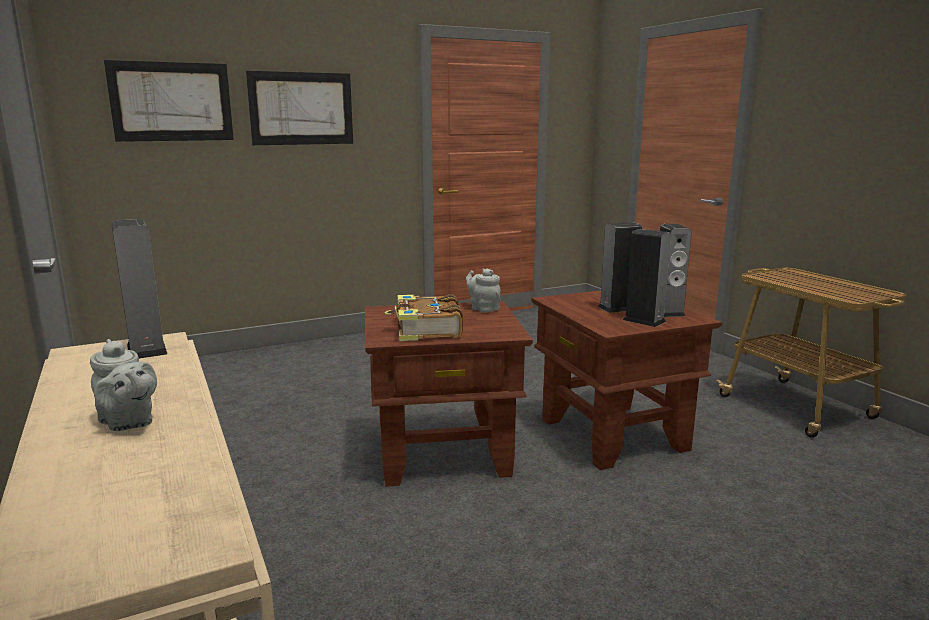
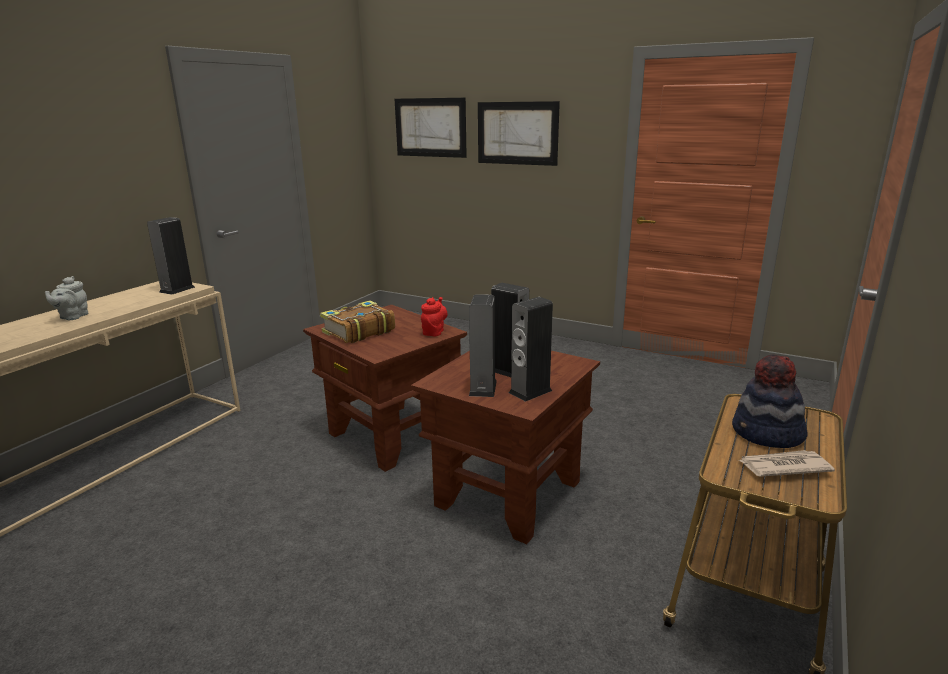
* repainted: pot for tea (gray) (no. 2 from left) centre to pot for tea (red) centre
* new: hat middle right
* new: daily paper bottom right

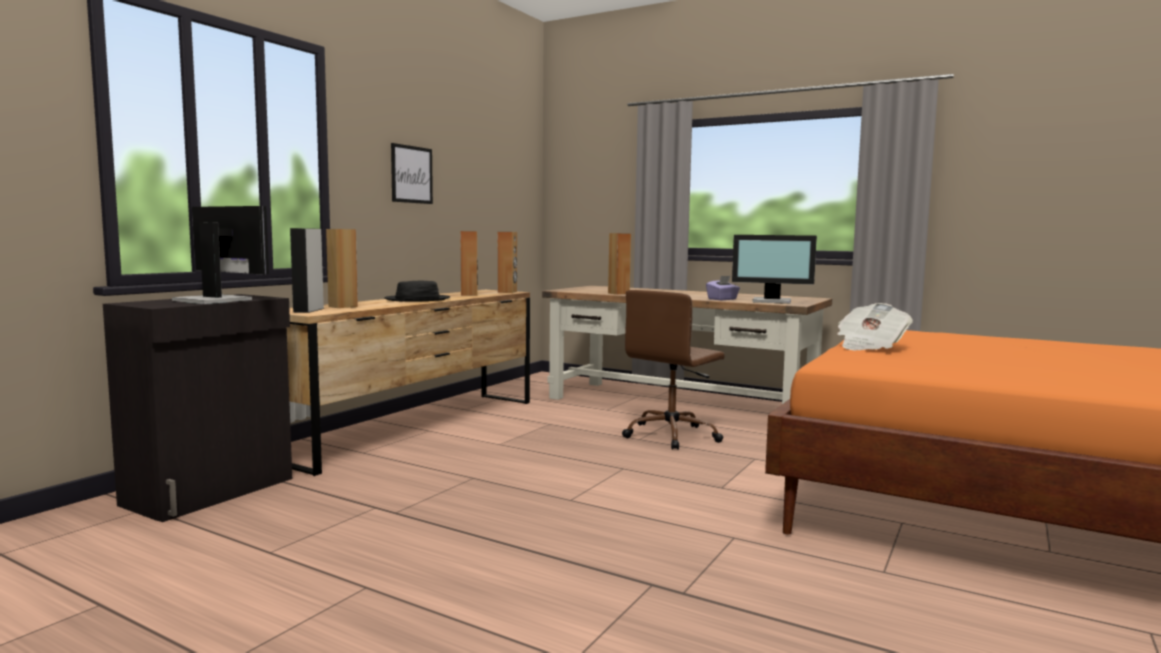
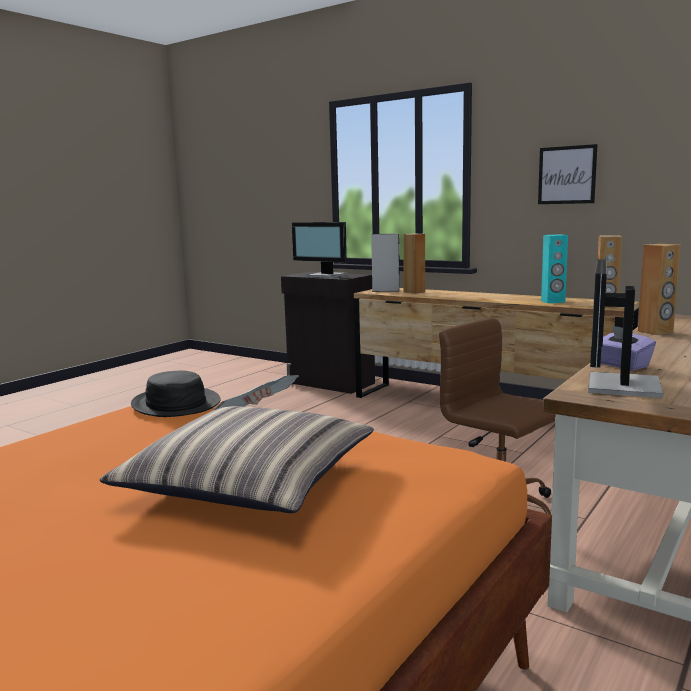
* new: cushion centre
* shifted: hat (blackish) centre to middle left
* rotated: computer display (no. 1 from left) middle left = centre 90 degrees clockwise
* repainted: loudspeaker (brownish) (no. 2 from left) centre to loudspeaker (blue-green) middle right

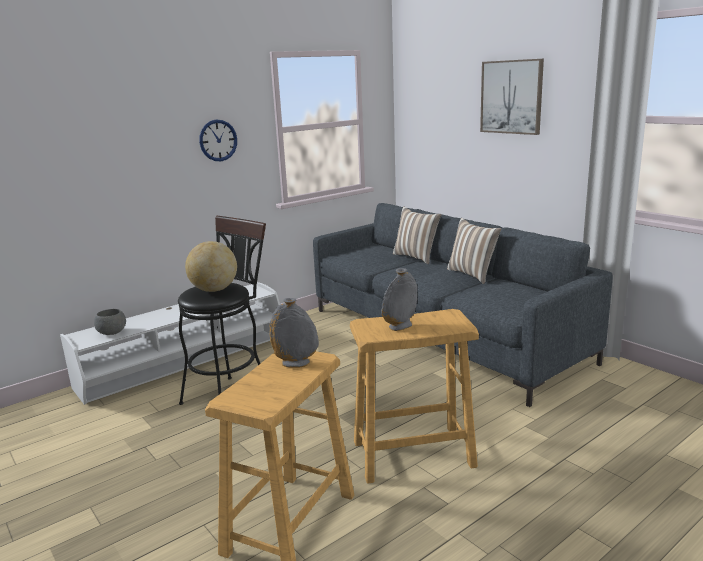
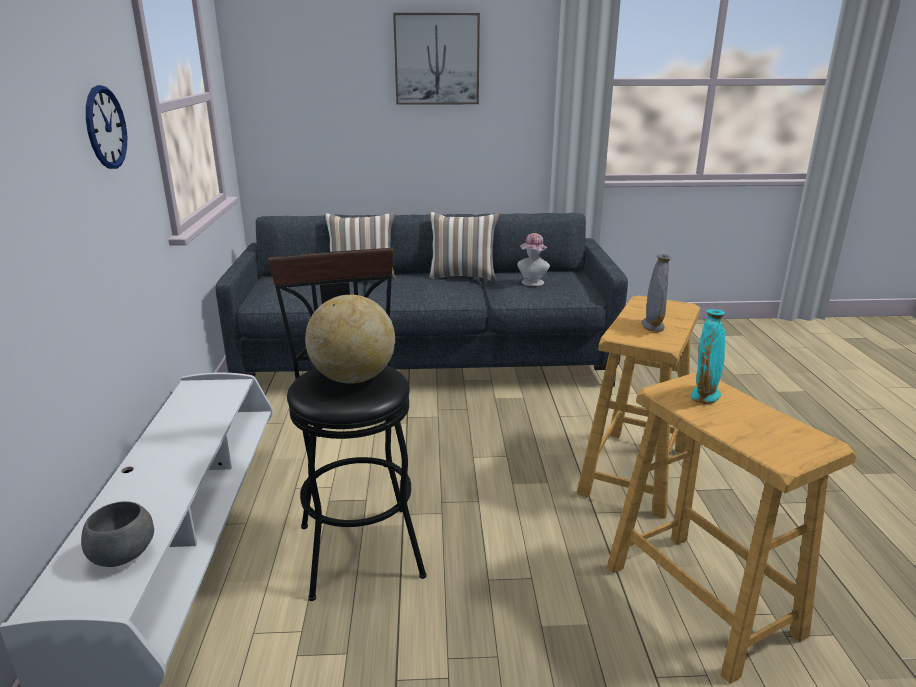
* new: hat centre
* repainted: decorative vase (gray) (no. 1 from left) centre to decorative vase (blue-green) middle right

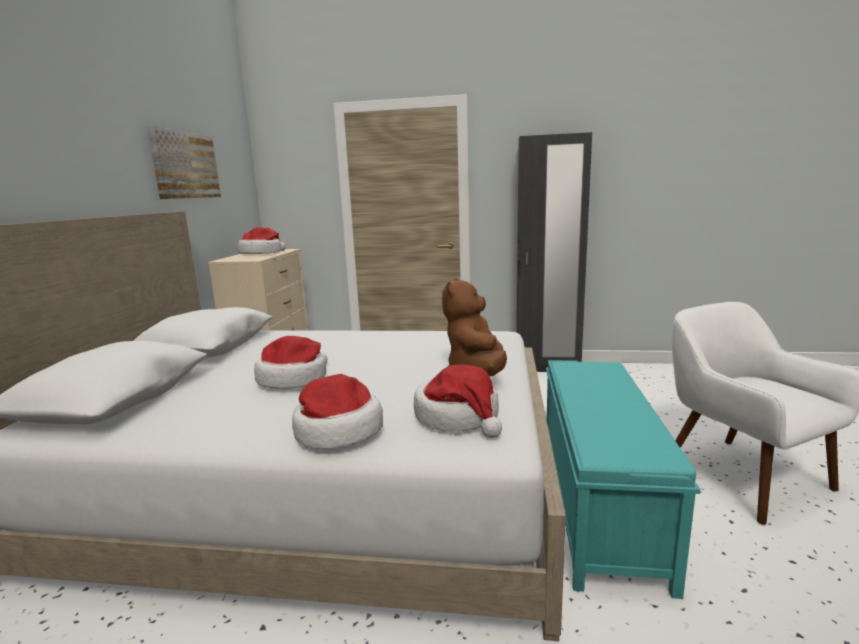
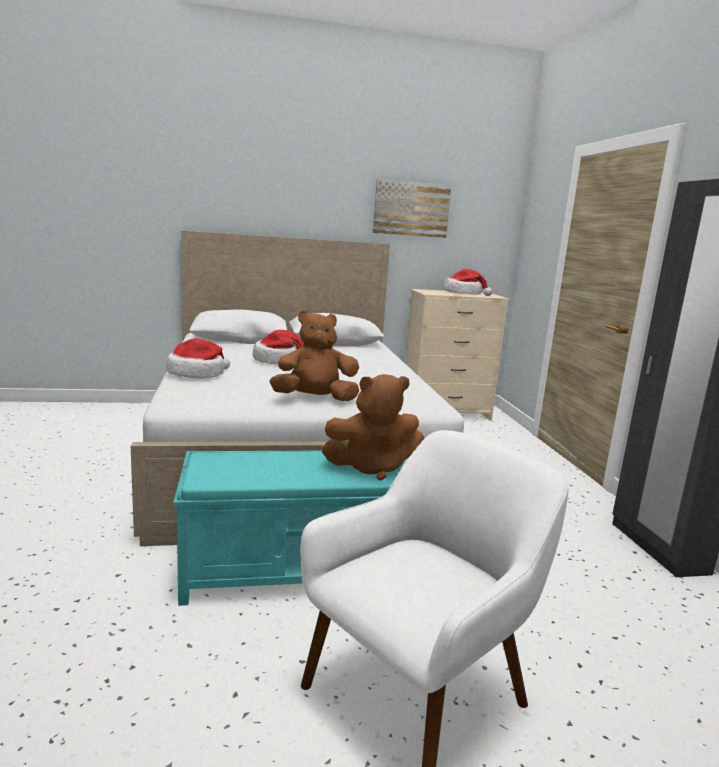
* new: plush toy (brownish) (no. 2 from left) centre
* gone: hat (no. 4 from left) centre

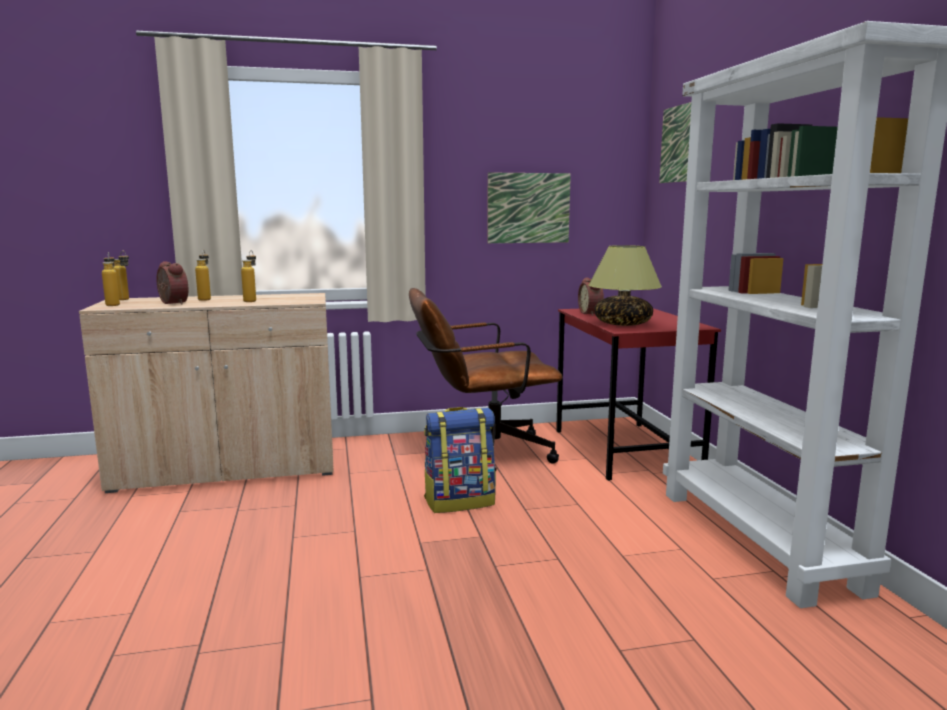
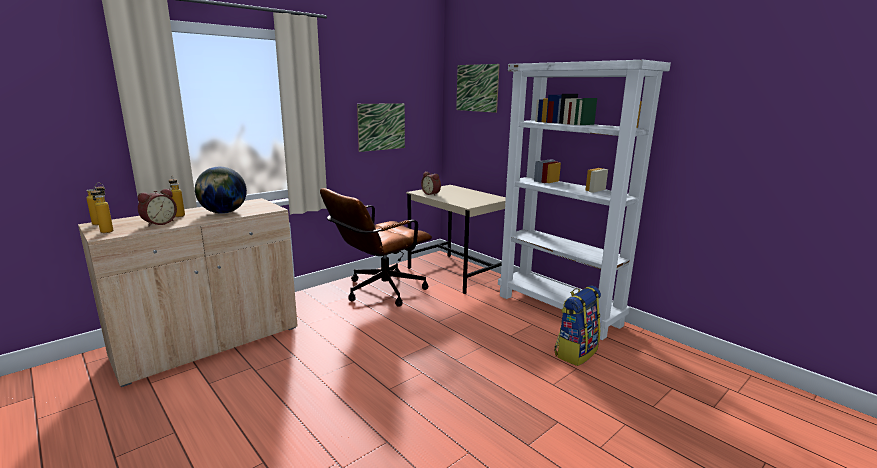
* rotated: table clock (no. 1 from left) middle left = middle left 105 degrees clockwise
* swapped: drink bottle (no. 4 from left) middle left to world globe middle left
* repainted: desk (red) middle right to desk (beige-coloured) centre
* shifted: backpack centre to bottom centre
* gone: lamp for a table centre

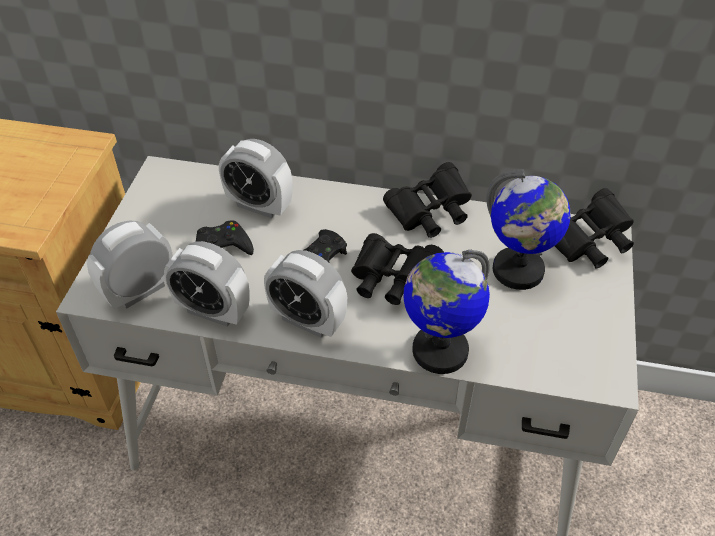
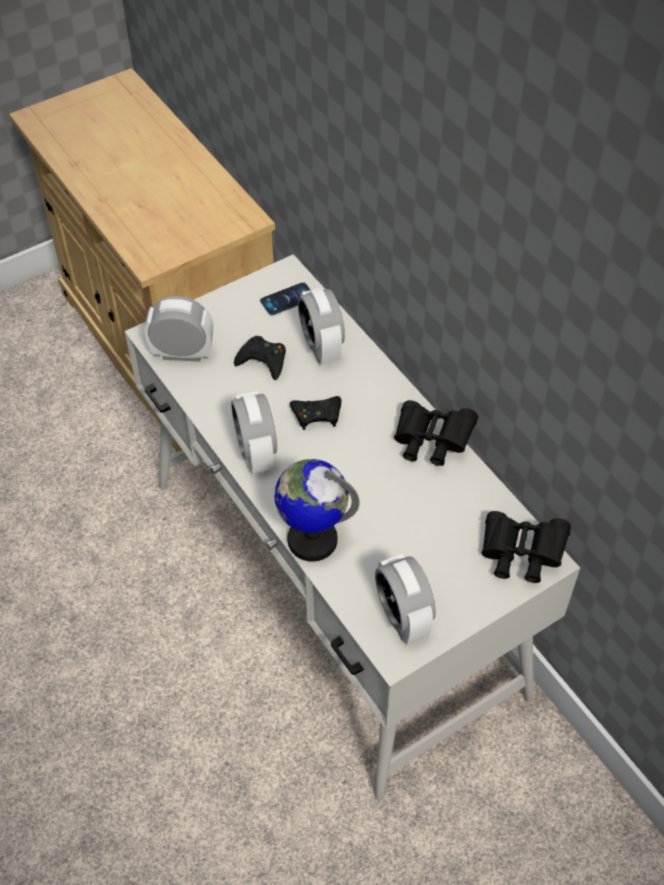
* new: phone centre
* shifted: table clock (no. 2 from left in the first image) middle left to table clock (no. 4 from left) bottom centre
* gone: field glasses (blackish) (no. 1 from left) centre
* gone: world globe (no. 2 from left) middle right

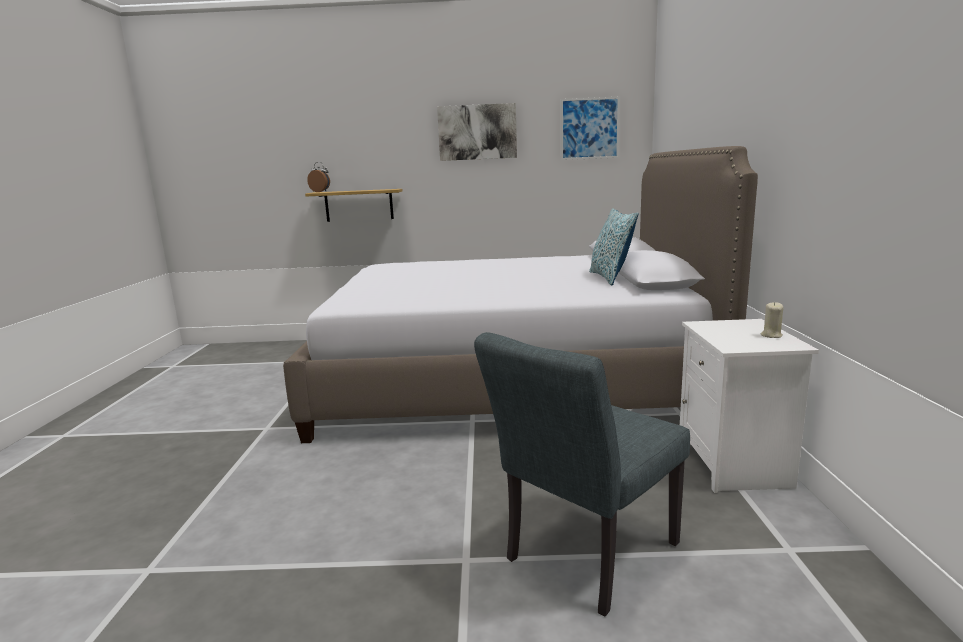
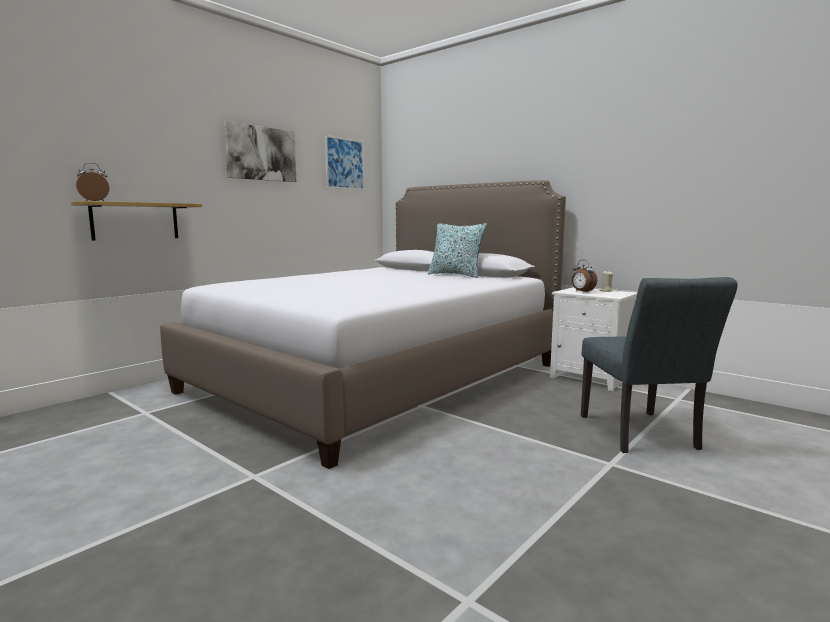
* new: table clock (no. 2 from left) middle right

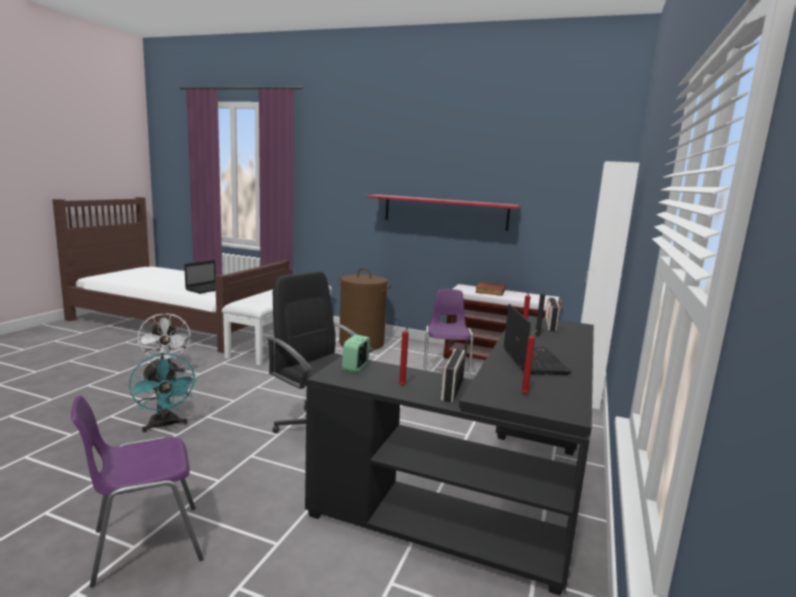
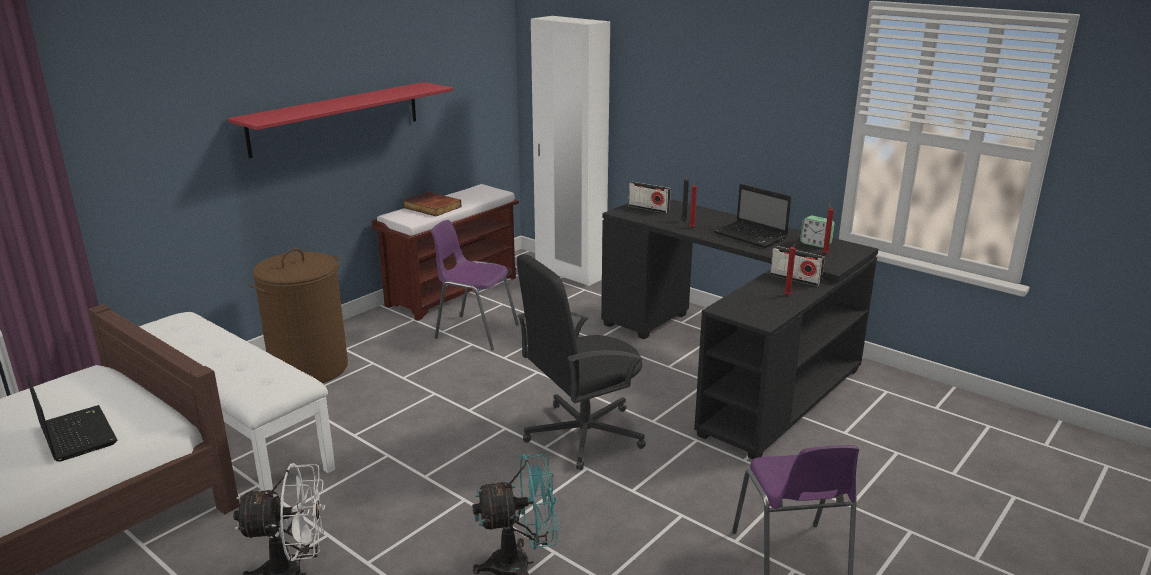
* rotated: laptop (no. 2 from left) middle right = centre 150 degrees counterclockwise
* shifted: table clock centre to middle right

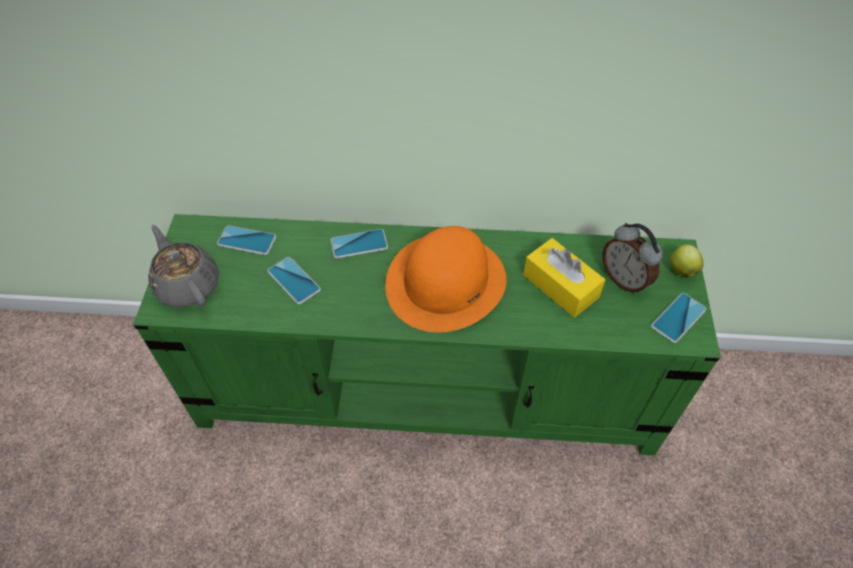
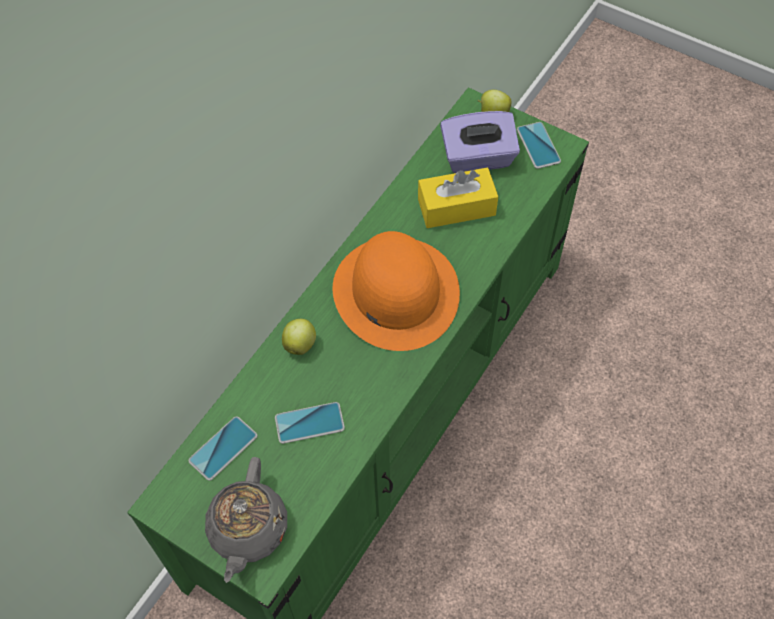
* rotated: pot for tea (gray) middle left = bottom left 75 degrees counterclockwise
* swapped: phone (no. 3 from left) centre to apple (no. 1 from left) centre
* swapped: table clock middle right to box of tissues (purplish) top centre

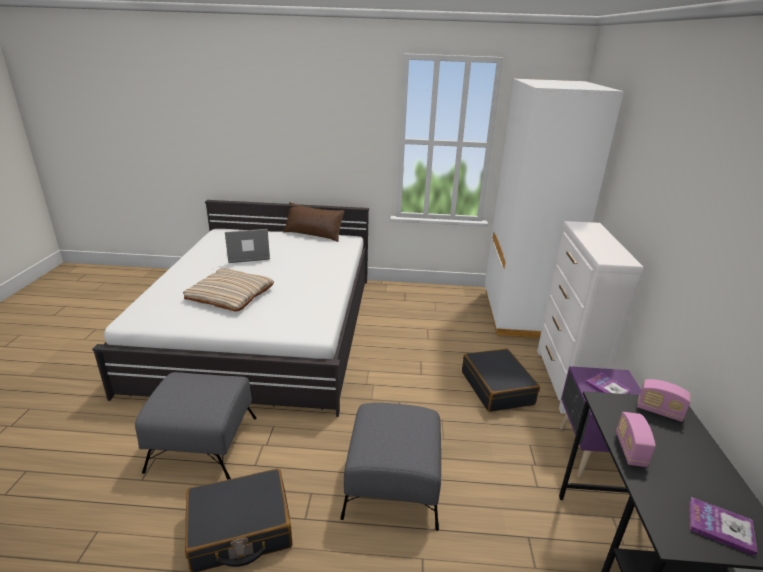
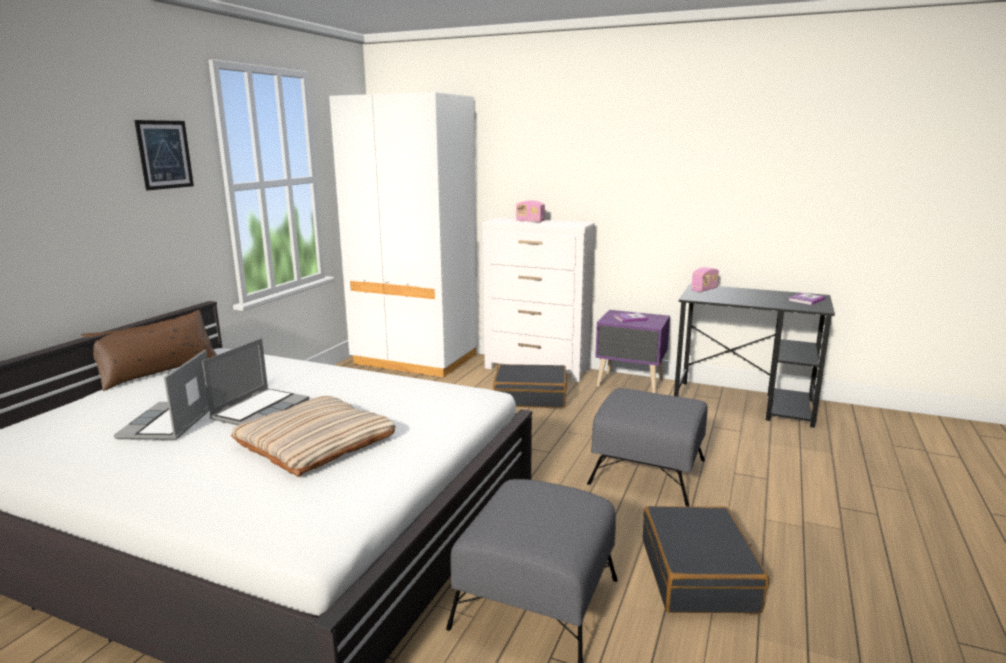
* new: wall picture top left
* new: laptop (no. 2 from left) middle left
* shifted: radio receiver (no. 1 from left) bottom right to top centre

